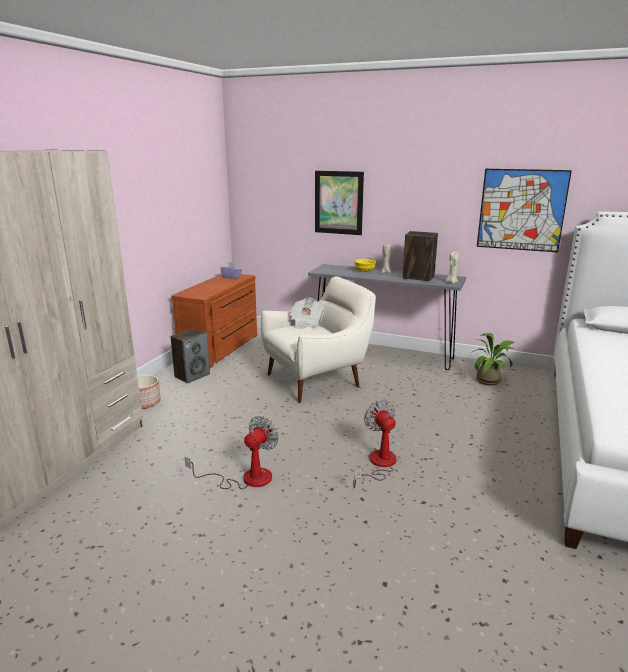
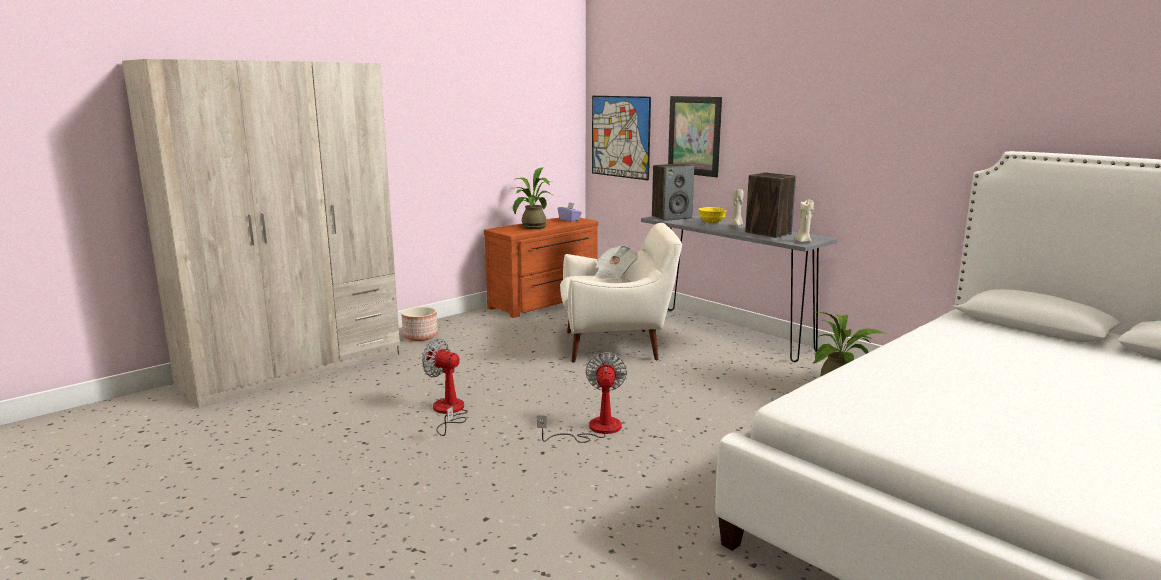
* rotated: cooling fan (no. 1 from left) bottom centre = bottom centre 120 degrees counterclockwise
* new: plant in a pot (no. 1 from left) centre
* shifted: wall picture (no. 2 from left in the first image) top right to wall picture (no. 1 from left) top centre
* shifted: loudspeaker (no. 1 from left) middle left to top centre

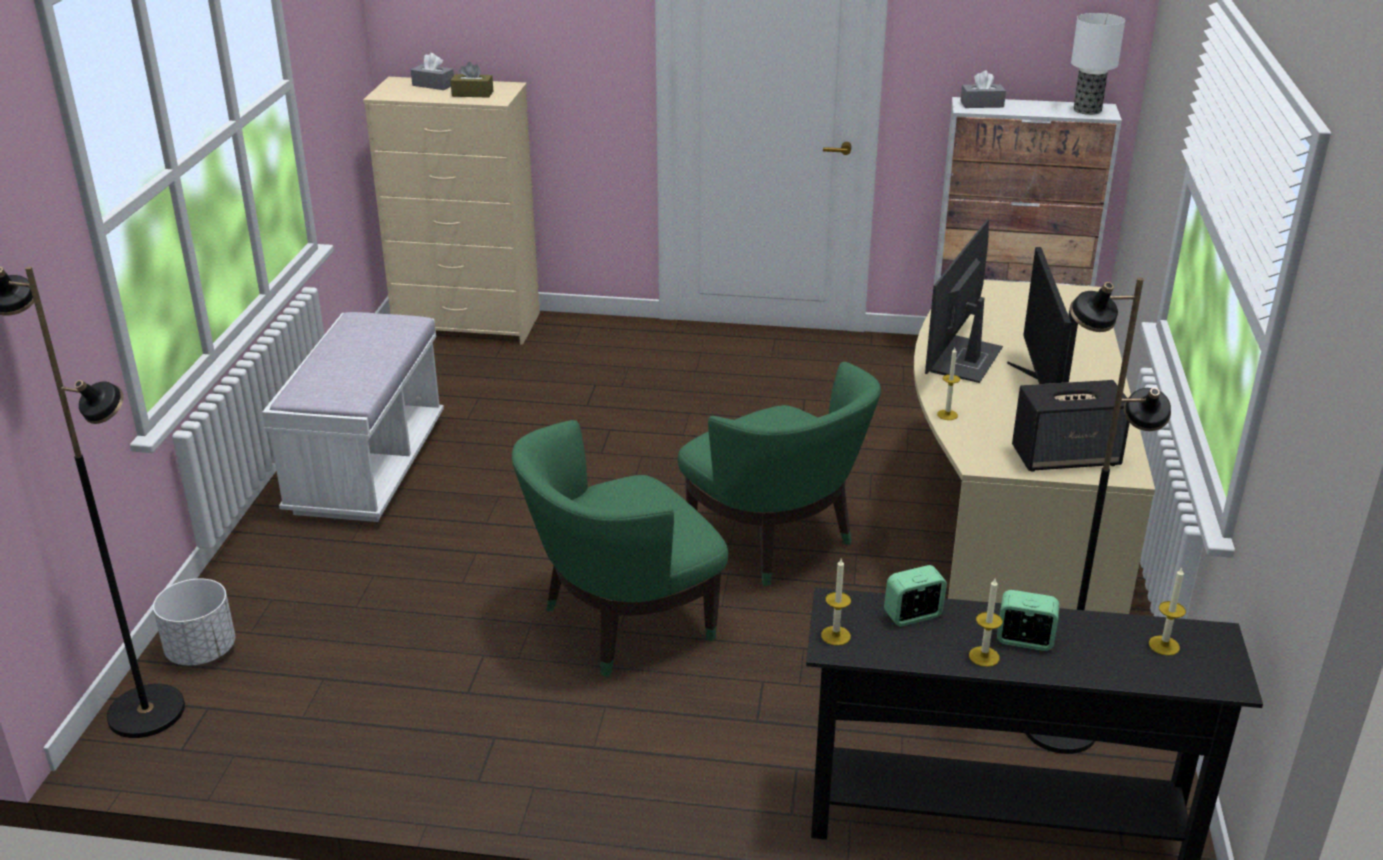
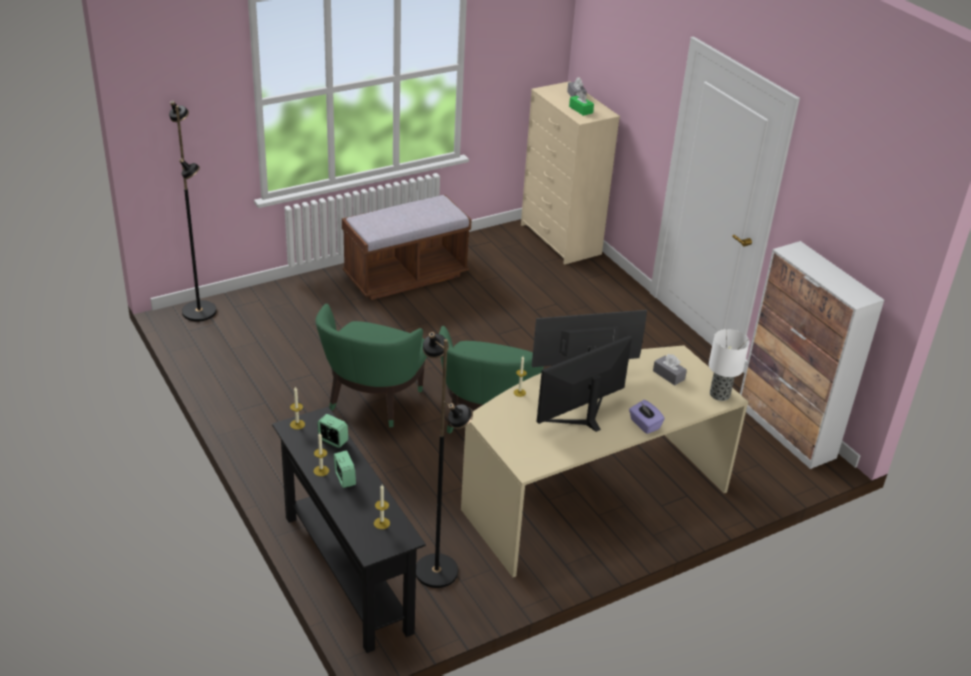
* rotated: lounge chair (green-coloured) (no. 1 from left) centre = centre 90 degrees counterclockwise
* repainted: long seat (white-coloured) middle left to long seat (brownish) centre
* repainted: box of tissues (brownish) top centre to box of tissues (green-coloured) top centre
* new: box of tissues (purplish) centre
* shifted: box of tissues (gray) (no. 2 from left) top right to middle right
* shifted: lamp for a table top right to middle right
* gone: flower pot (white-coloured) bottom left
* gone: loudspeaker middle right

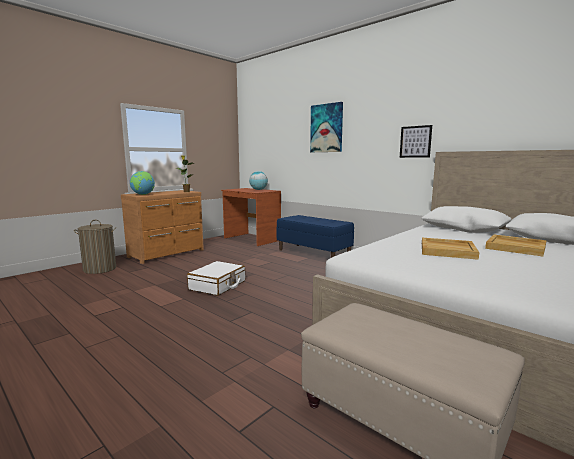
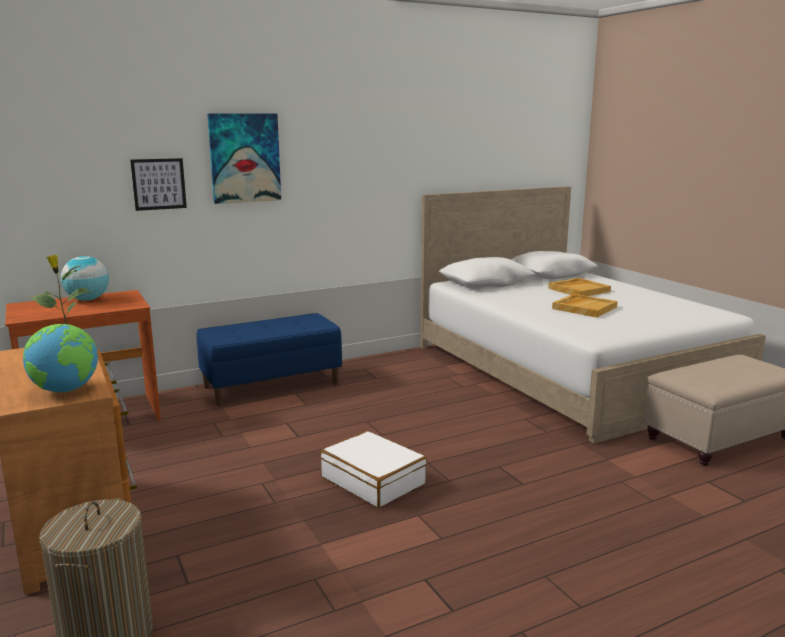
* shifted: wall picture (no. 2 from left in the first image) top right to wall picture (no. 1 from left) top left

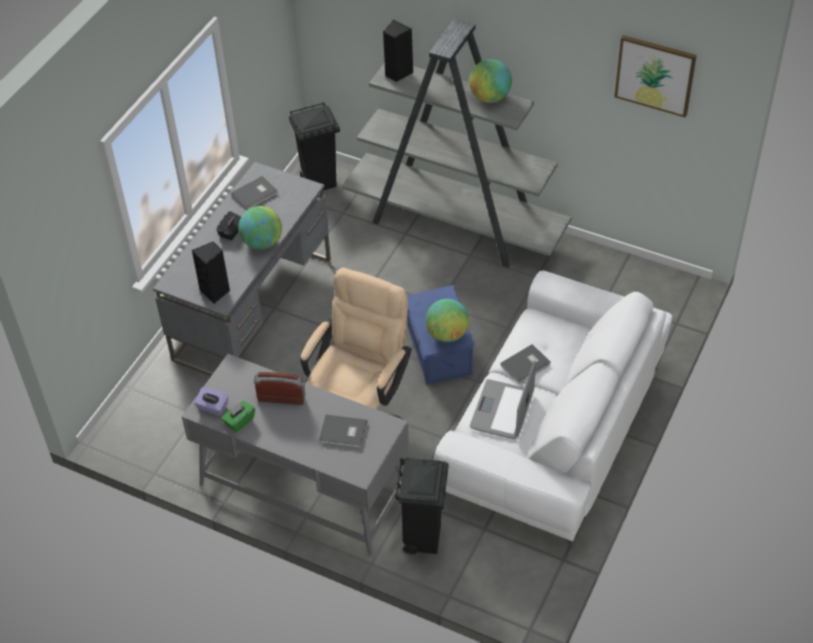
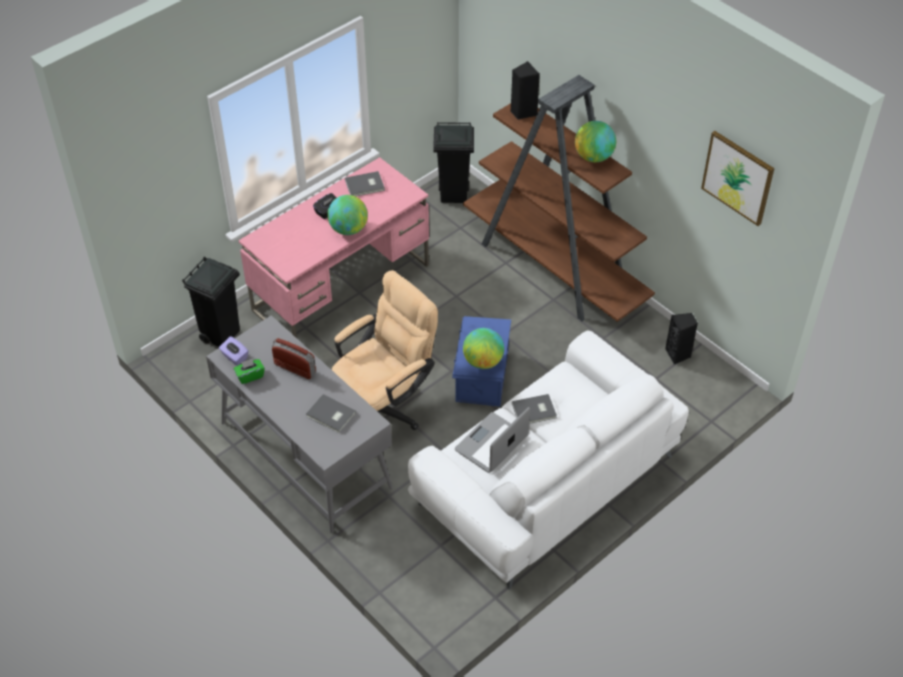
* shifted: waste bin (blackish) (no. 2 from left in the first image) bottom centre to waste bin (blackish) (no. 1 from left) middle left
* repainted: desk (gray) (no. 1 from left) middle left to desk (pink-coloured) centre
* repainted: bookcase (gray) top centre to bookcase (brownish) top centre
* shifted: loudspeaker (blackish) (no. 1 from left in the first image) middle left to loudspeaker (blackish) (no. 2 from left) middle right

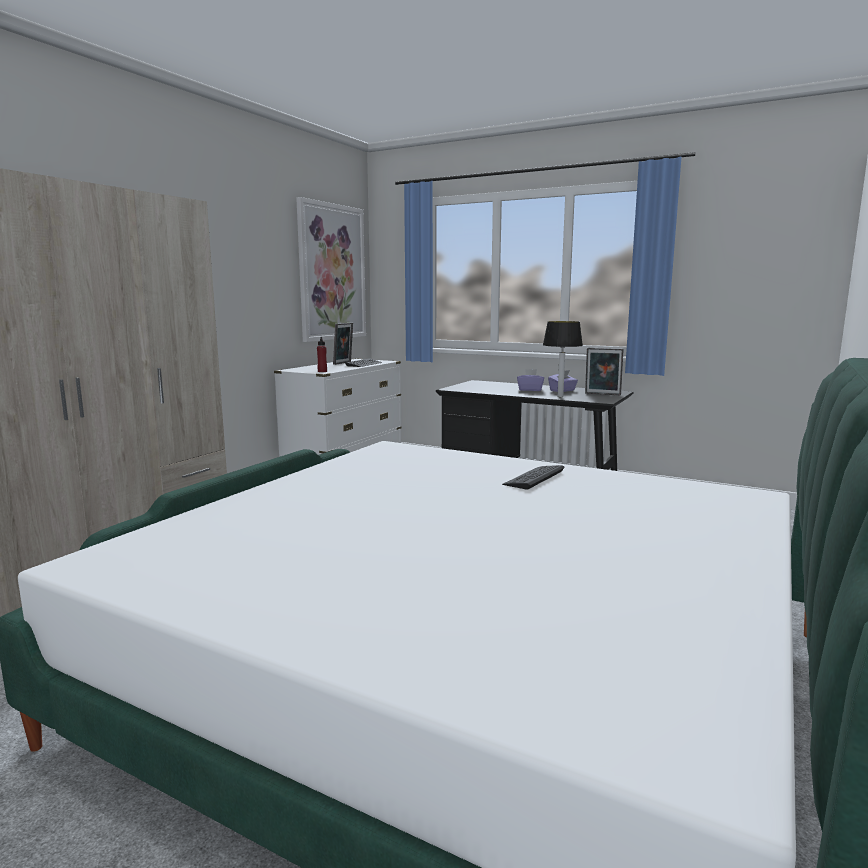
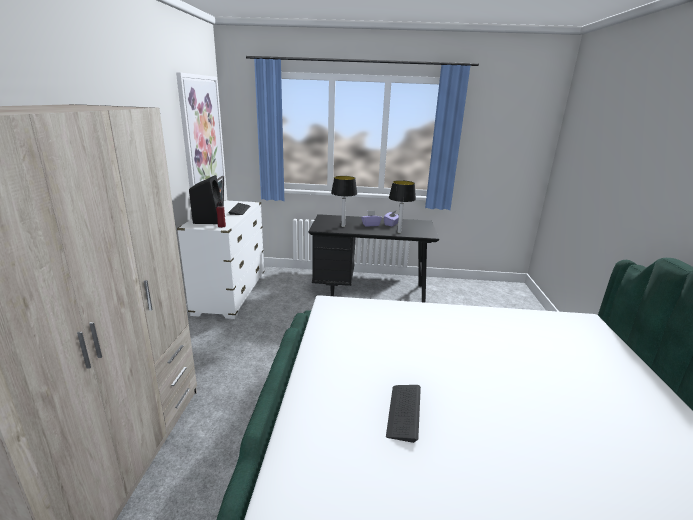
* new: loudspeaker (blackish) middle left
* new: lamp for a table (no. 1 from left) centre
* shifted: PC keyboard (no. 2 from left) centre to bottom centre
* gone: photo frame (no. 2 from left) middle right

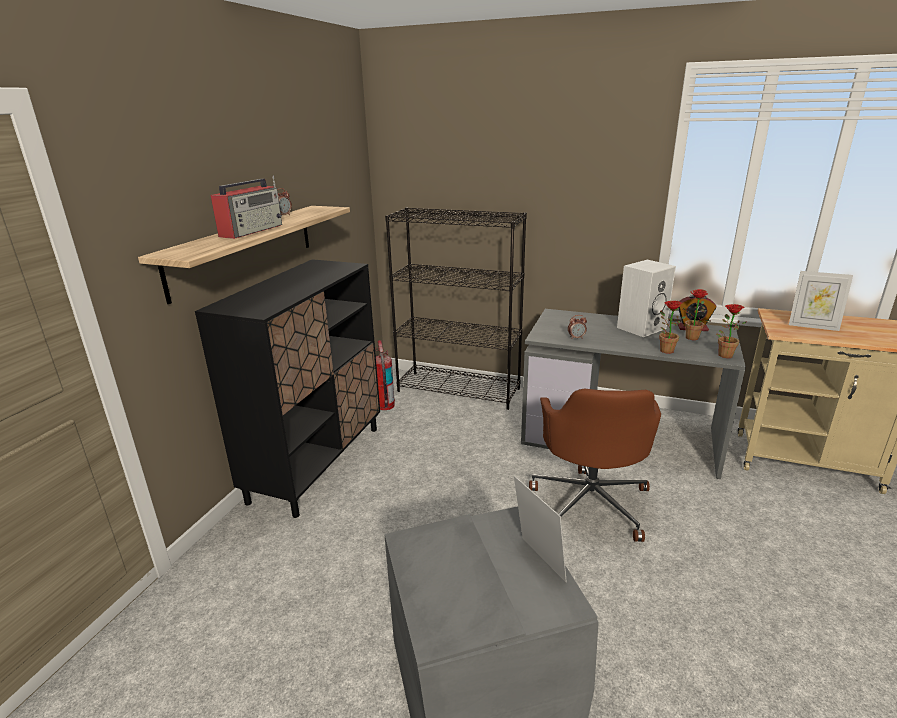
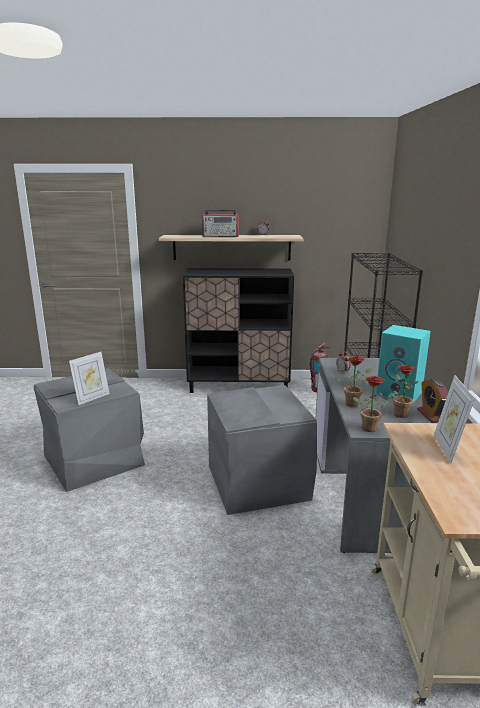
* swapped: computer chair (brownish) centre to storage box (gray) (no. 2 from left) centre
* repainted: loudspeaker (white-coloured) middle right to loudspeaker (blue-green) middle right

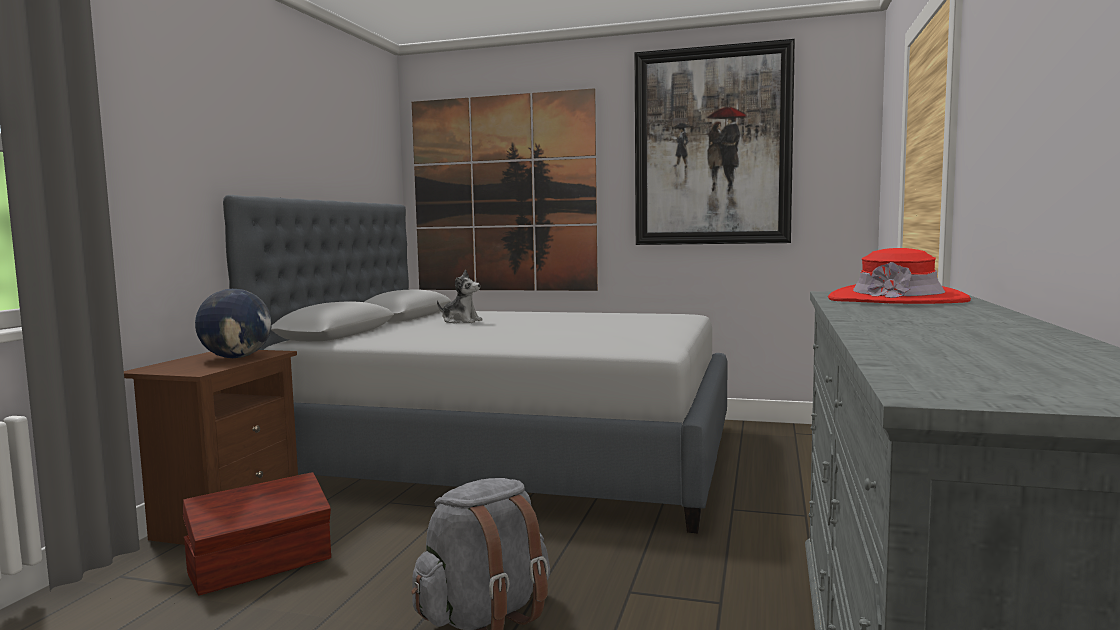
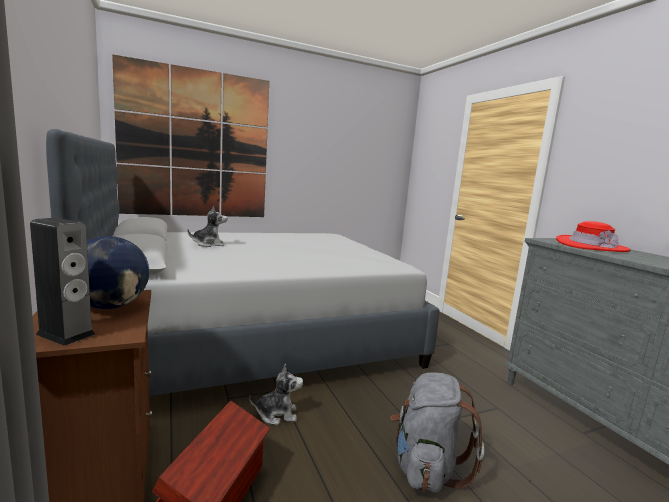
* new: loudspeaker middle left
* new: plush toy (no. 2 from left) bottom centre
* gone: wall picture (no. 2 from left) top centre

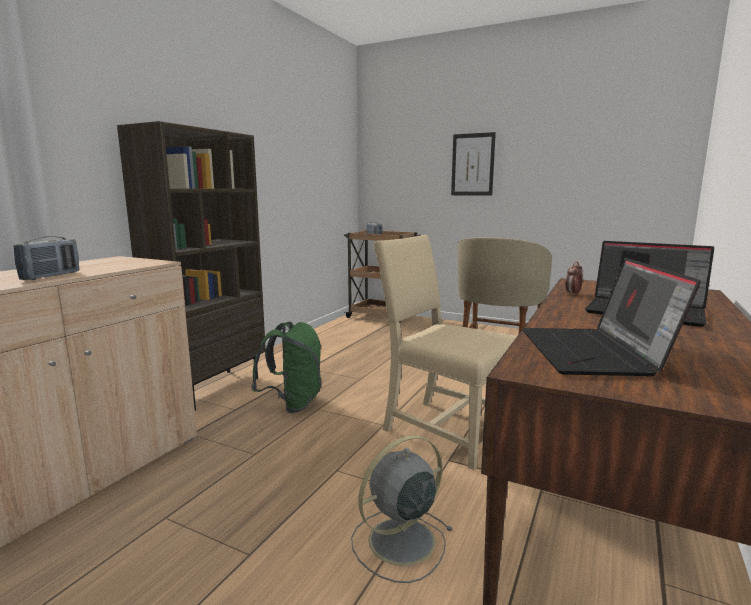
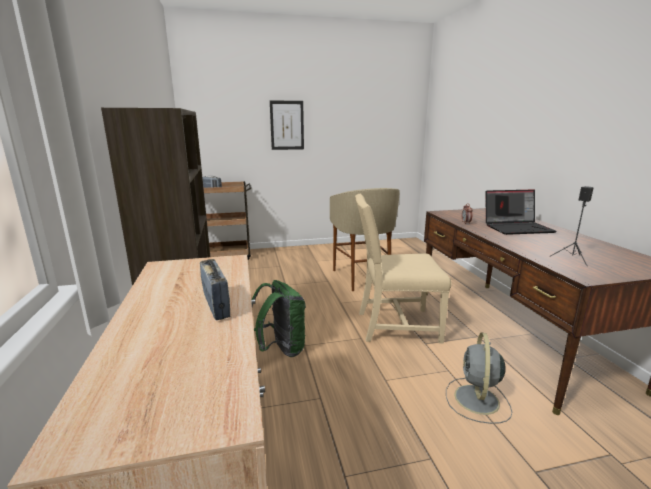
* swapped: laptop (no. 1 from left) middle right to loudspeaker (blackish) middle right

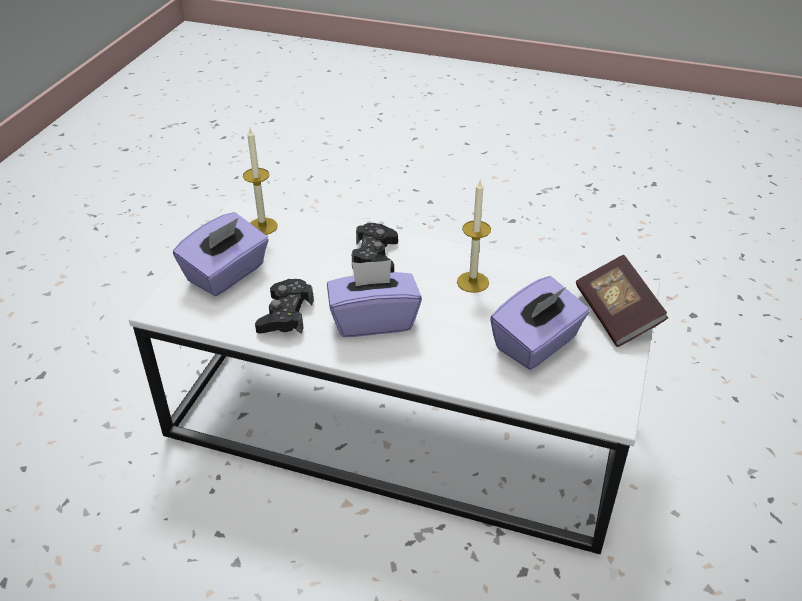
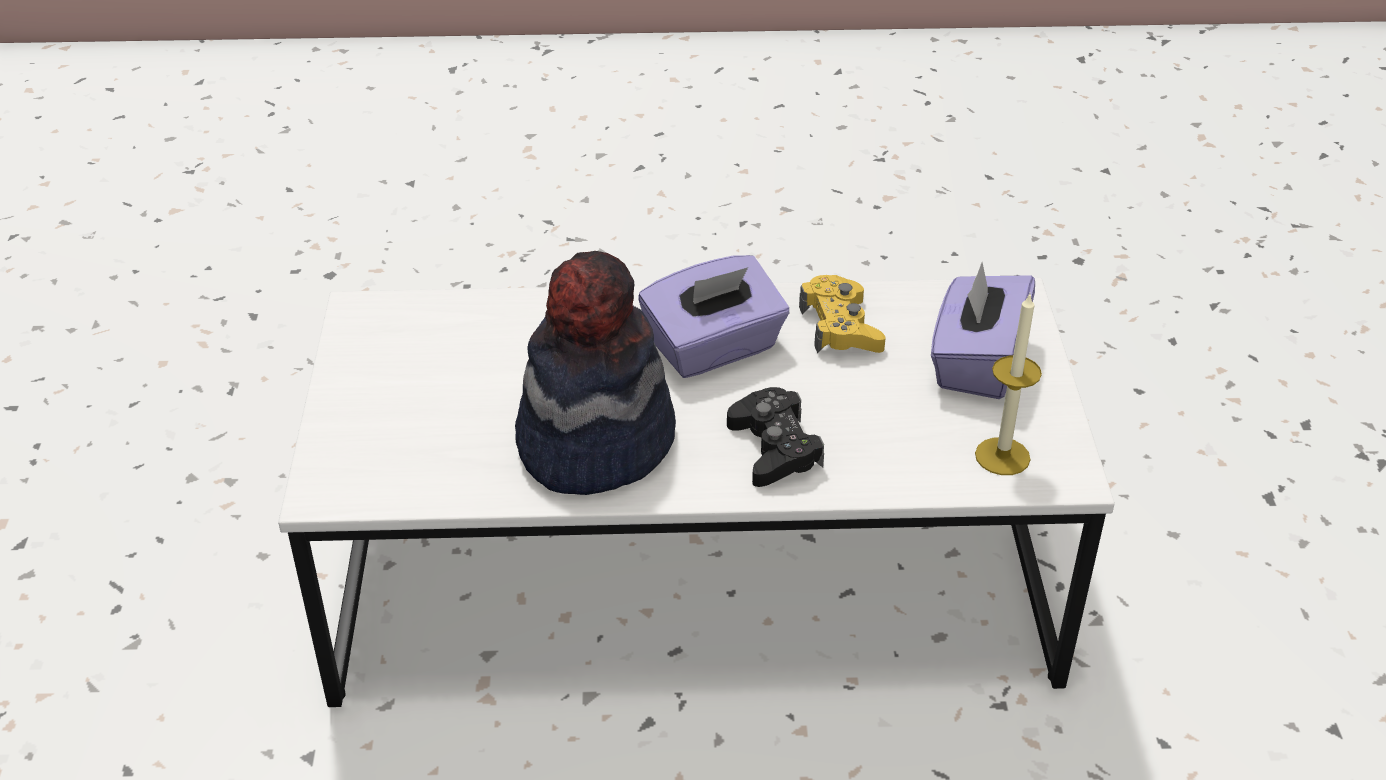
* swapped: wax candle (no. 2 from left) centre to hat centre
* repainted: joypad (blackish) (no. 1 from left) centre to joypad (yellow) centre
* gone: box of tissues (purplish) (no. 3 from left) middle right
* gone: bound book middle right

